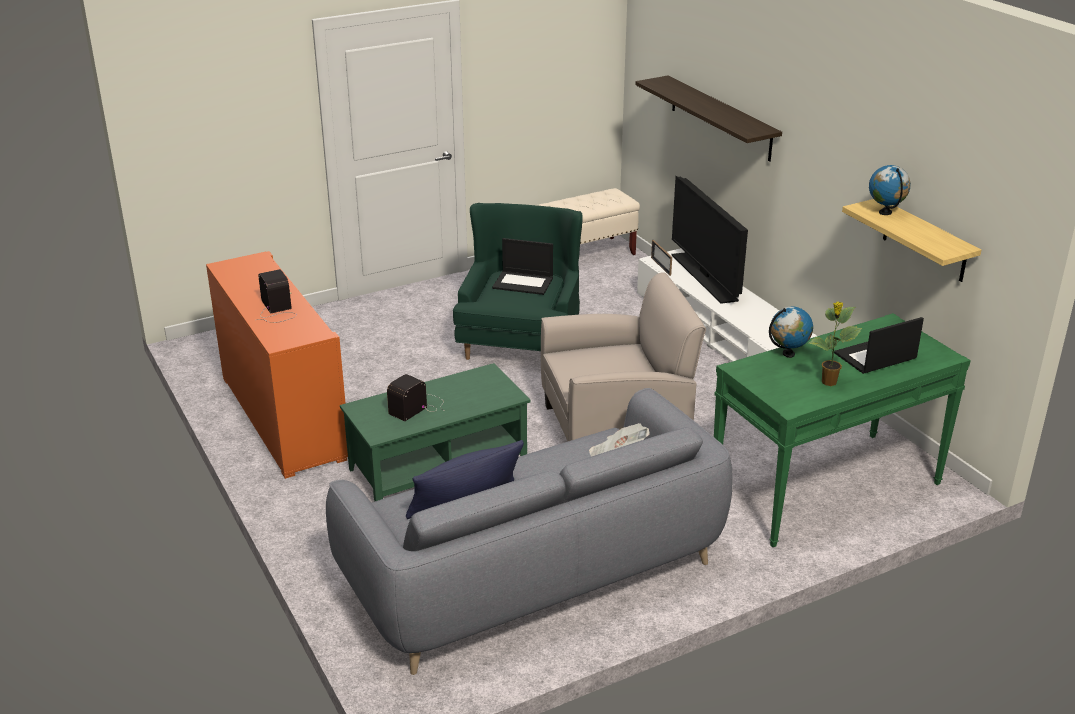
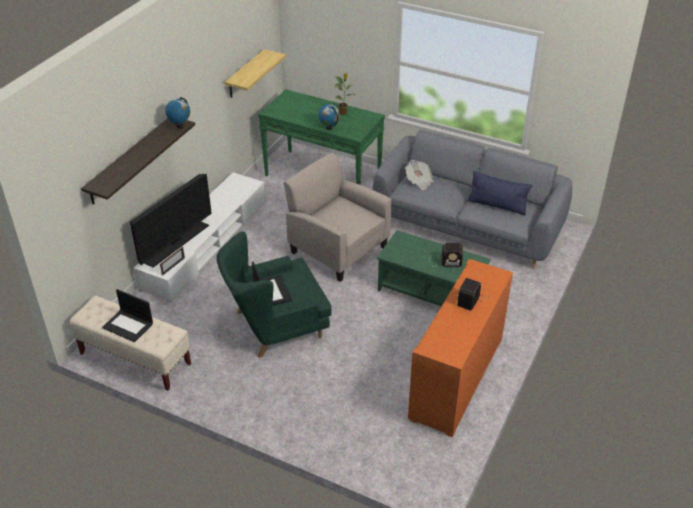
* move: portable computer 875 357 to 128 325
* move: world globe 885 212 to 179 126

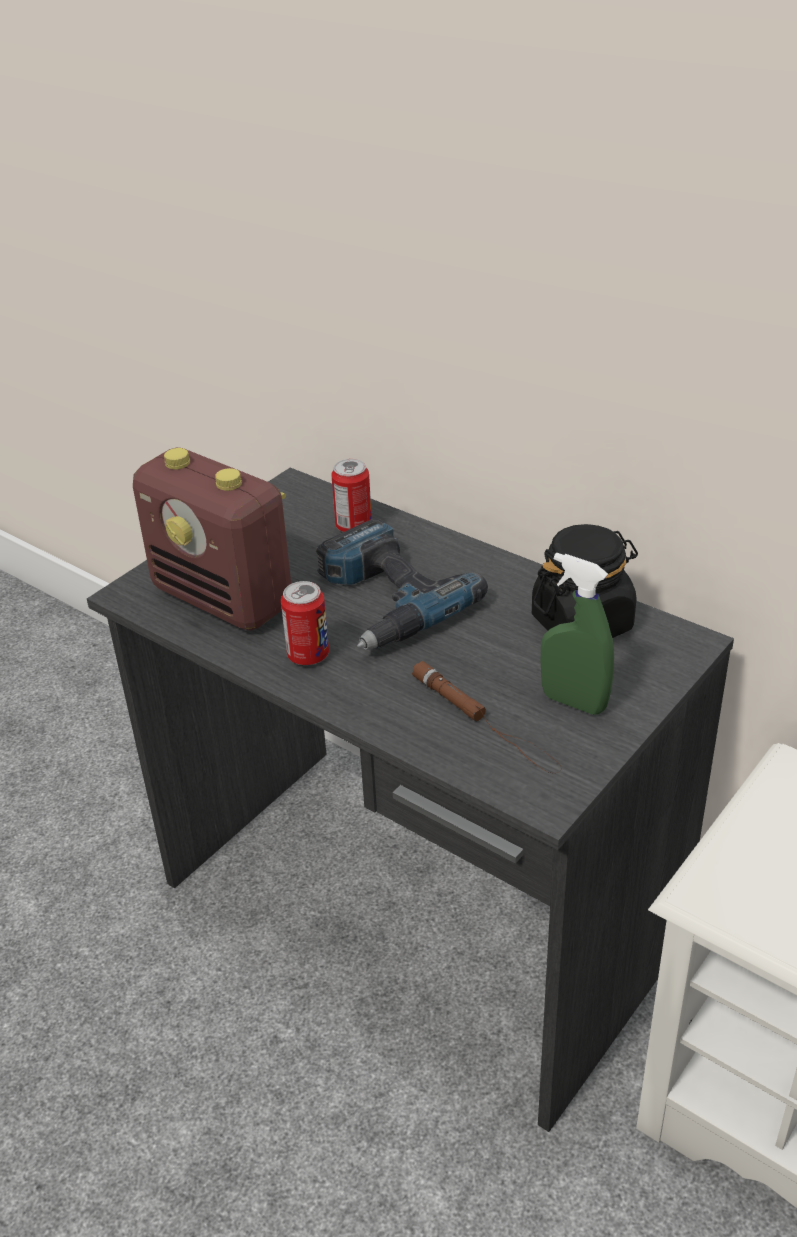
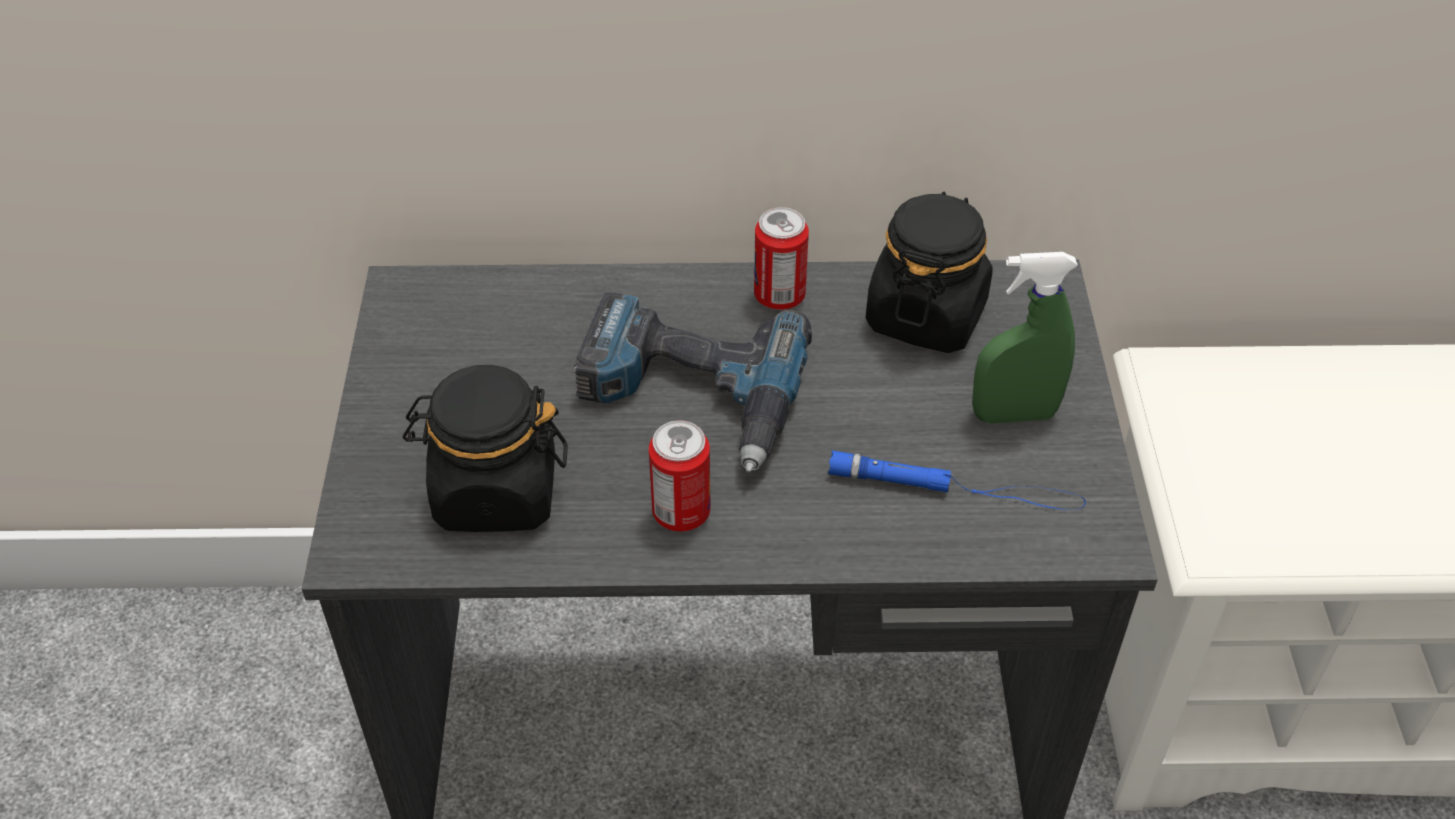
* replace: radio receiver 225 599 to black jar 495 492
* move: sealed can 353 527 to 779 296
* recolor: brownish torch 485 722 to blue-coloured torch 955 487

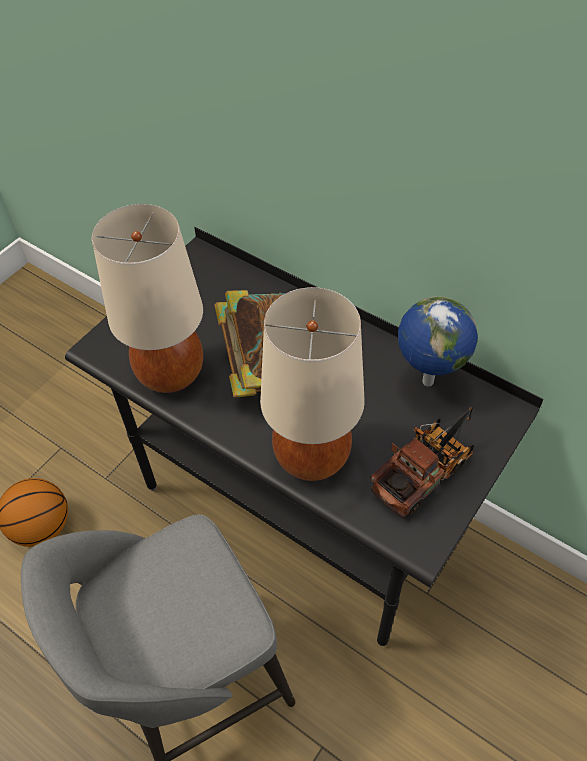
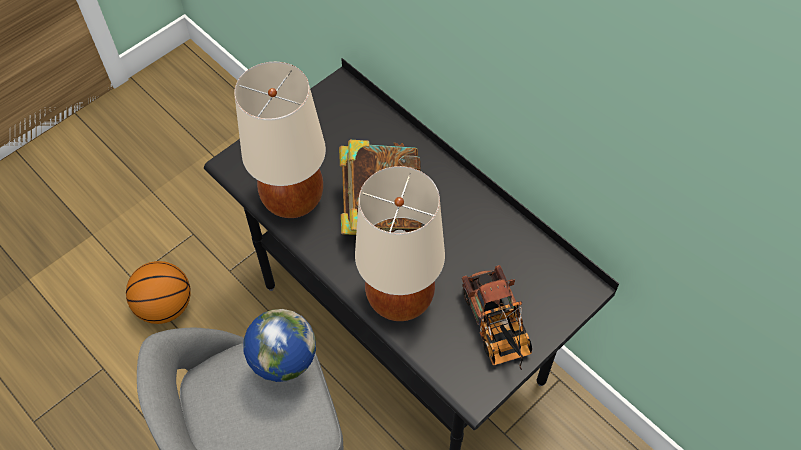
* move: world globe 426 381 to 286 372
* rotate: toy truck 426 470 = 497 329 105 degrees clockwise

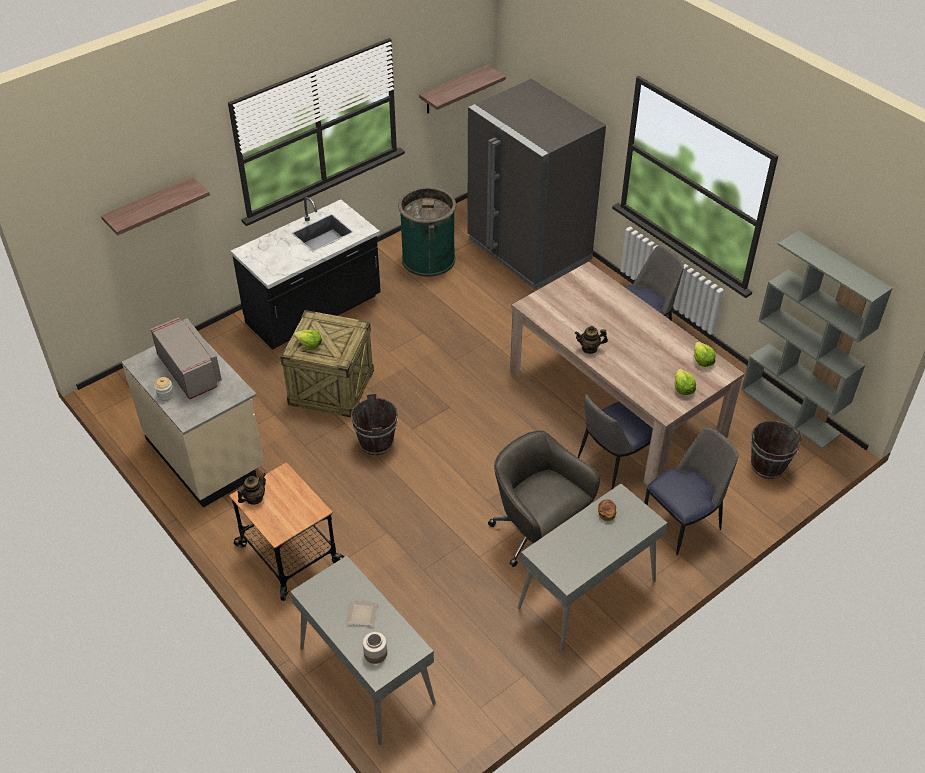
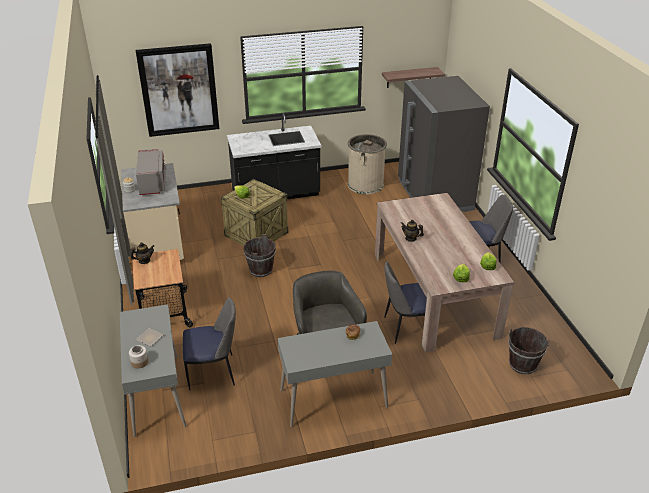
* replace: shelf 150 207 to picture 179 90
* move: plain chair 683 523 to 213 372
* recolor: greenish rubbish bin 428 259 to beige-coloured rubbish bin 365 184
* delete: greyish bookcase 790 412

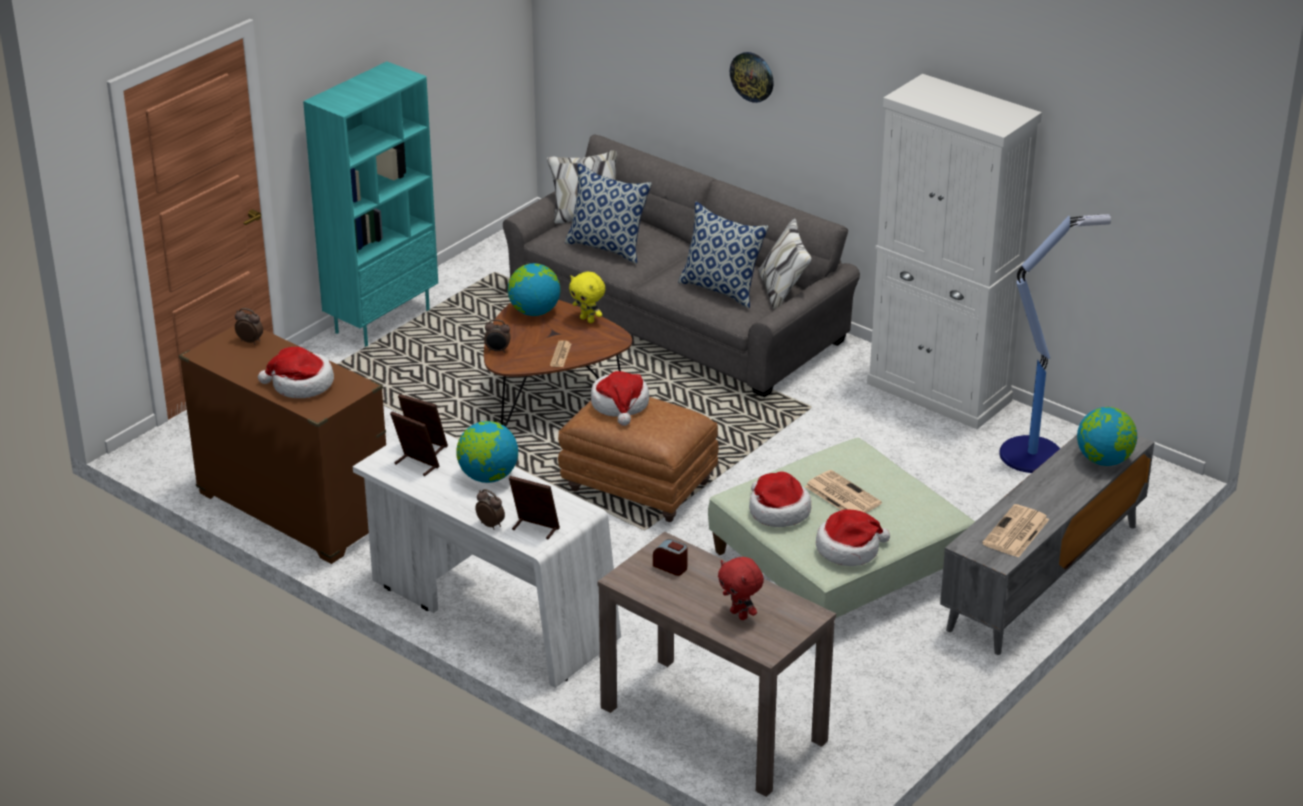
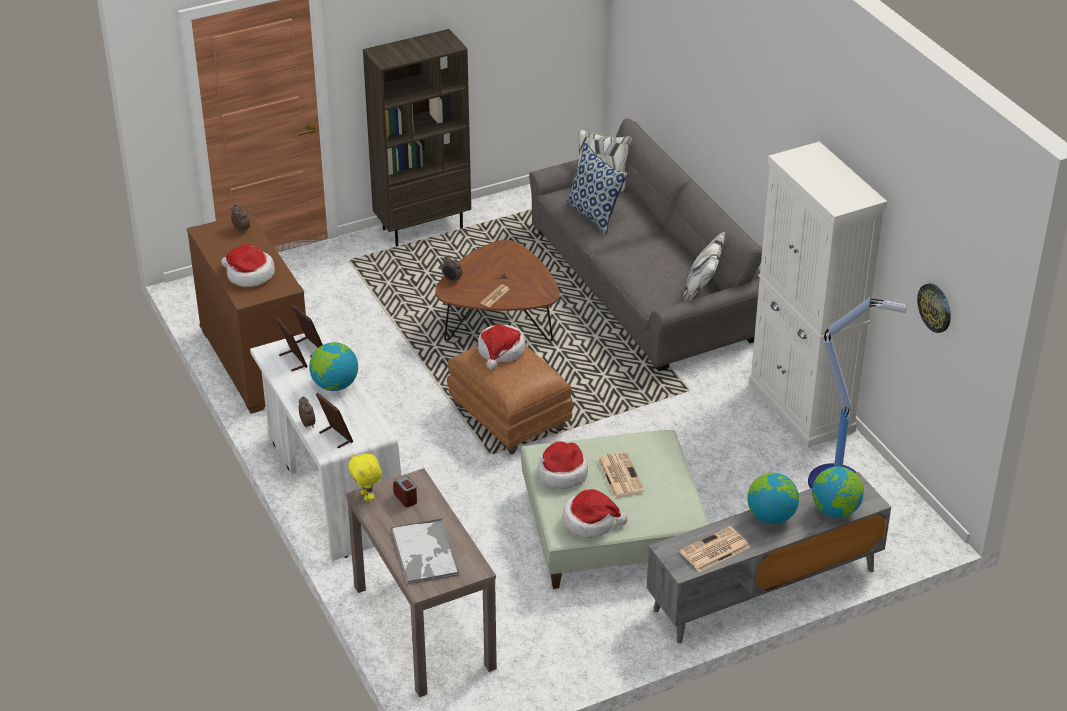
* move: yellow soft toy 588 320 to 367 497
* recolor: blue-green bookcase 382 320 to brownish bookcase 423 228
* replace: red-coloured soft toy 740 615 to carrying tray 425 553
* move: world globe 534 312 to 771 517
* move: clock on the wall 752 76 to 935 307
* delete: cushion 721 290

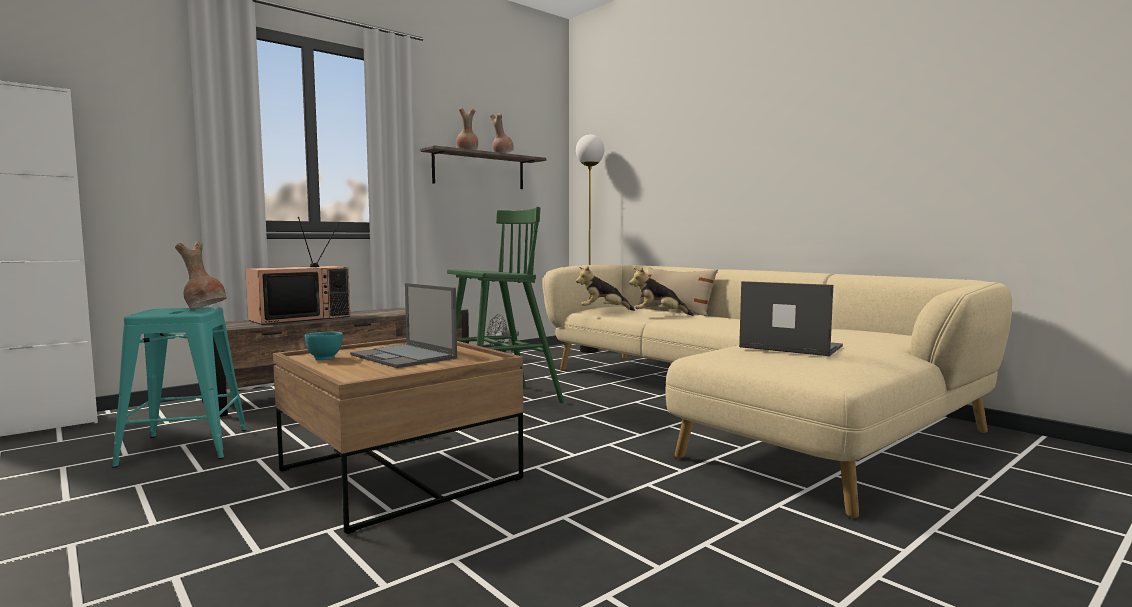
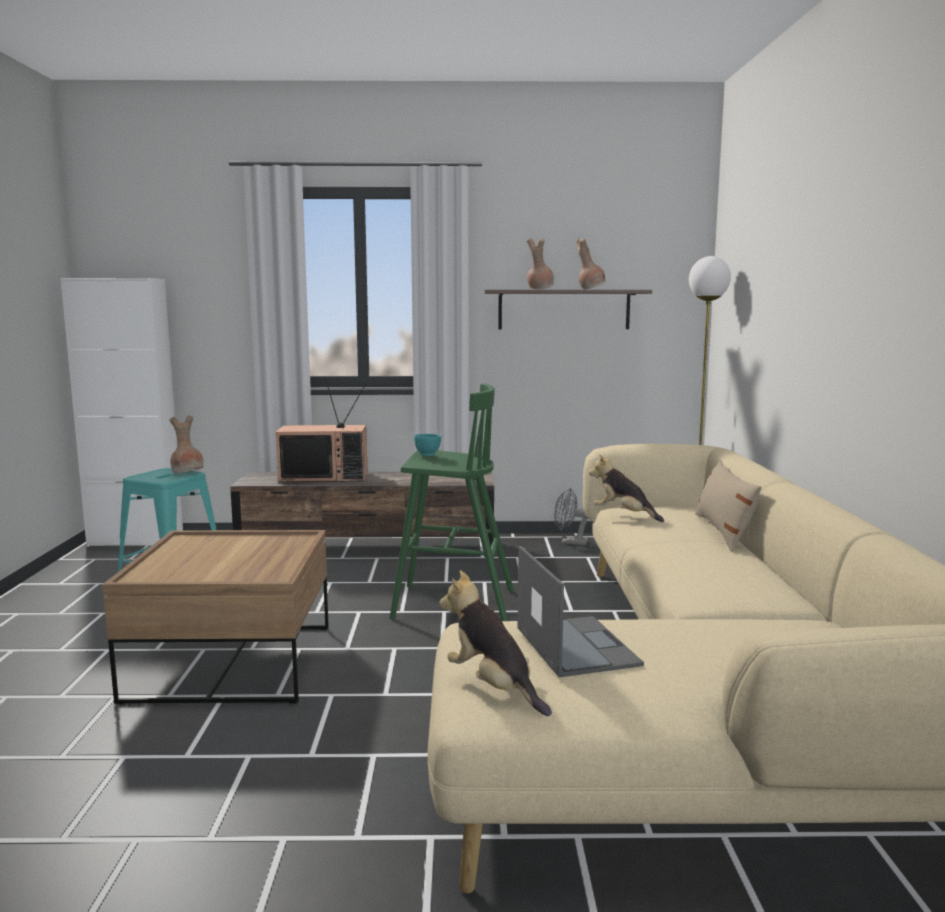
* move: blue-green deep dish 324 358 to 427 455
* move: soft toy 659 315 to 493 687
* delete: portable computer 404 356

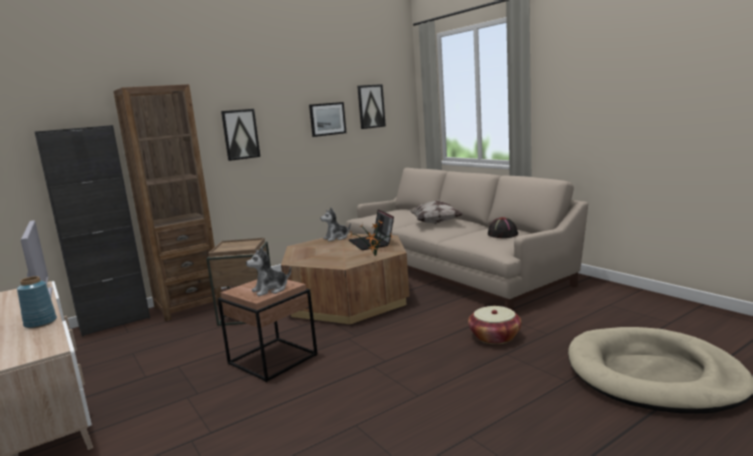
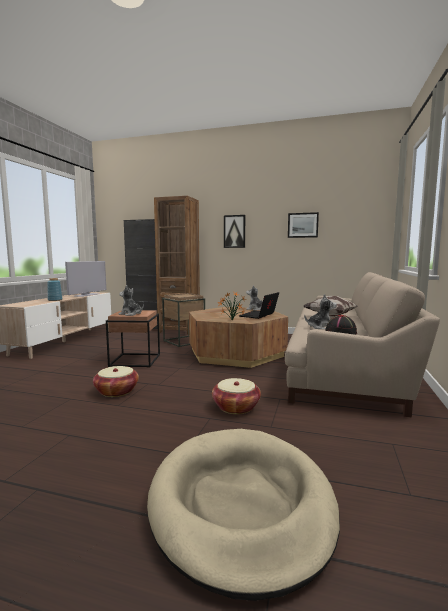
* insert: storage basket 116 391
* insert: soft toy 320 327
* delete: picture 371 106

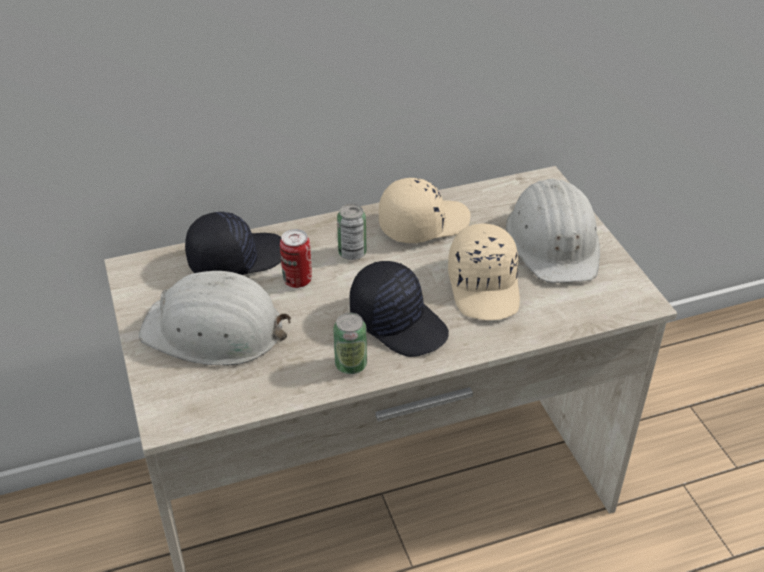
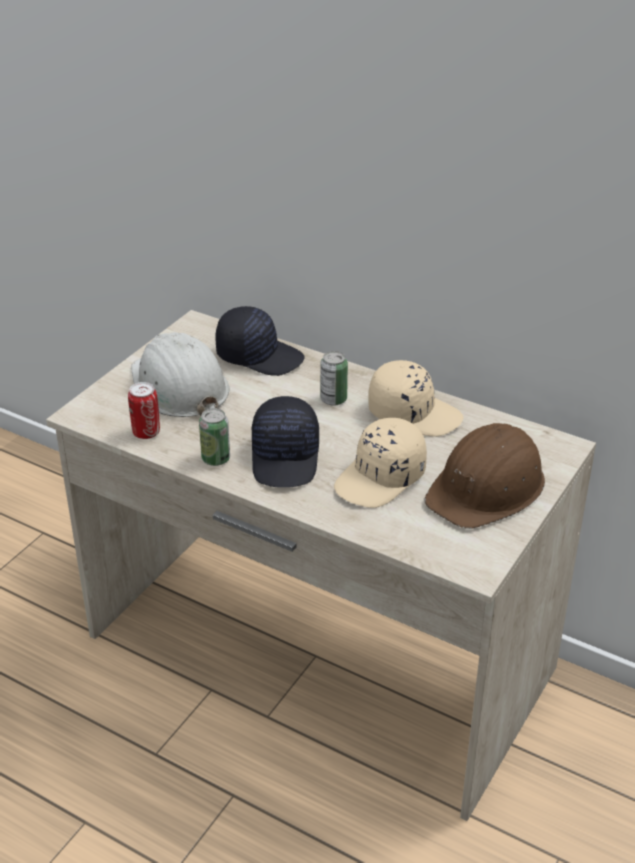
* move: sealed can 297 280 to 146 433
* recolor: white safety helmet 554 242 to brownish safety helmet 487 488

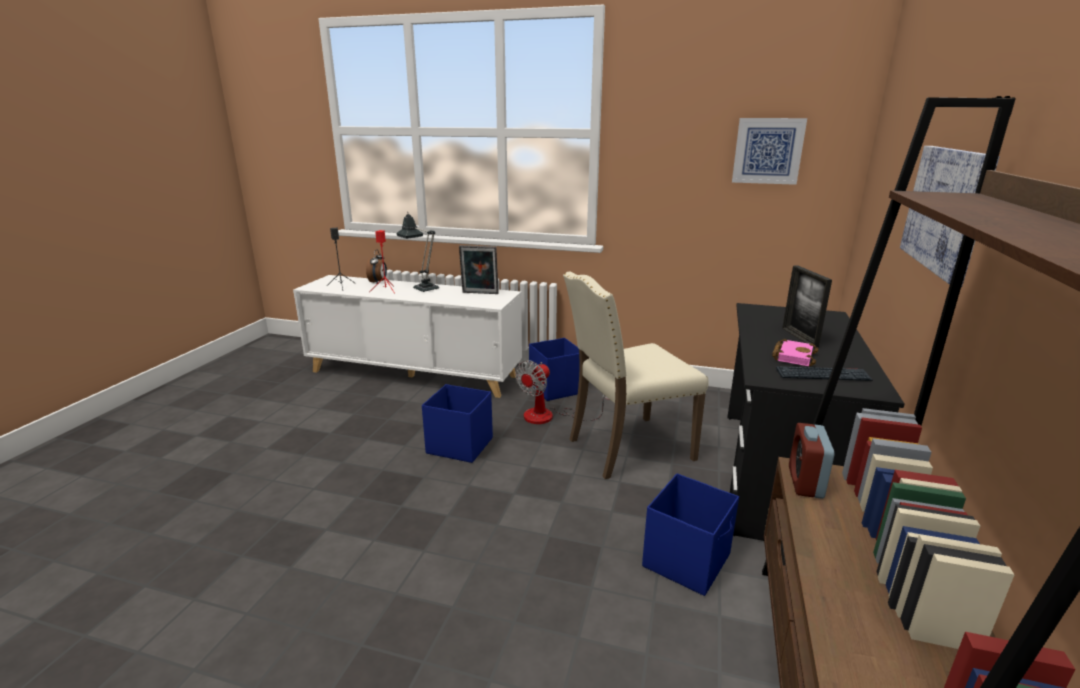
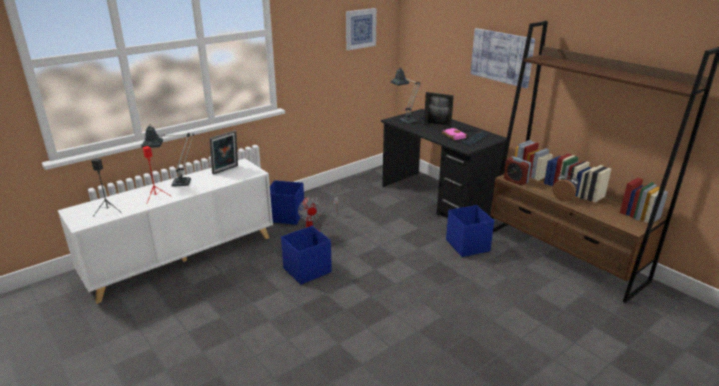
* insert: lamp for a table 406 120
* move: bedside clock 378 282 to 563 199
* delete: beige-coloured plain chair 627 448

